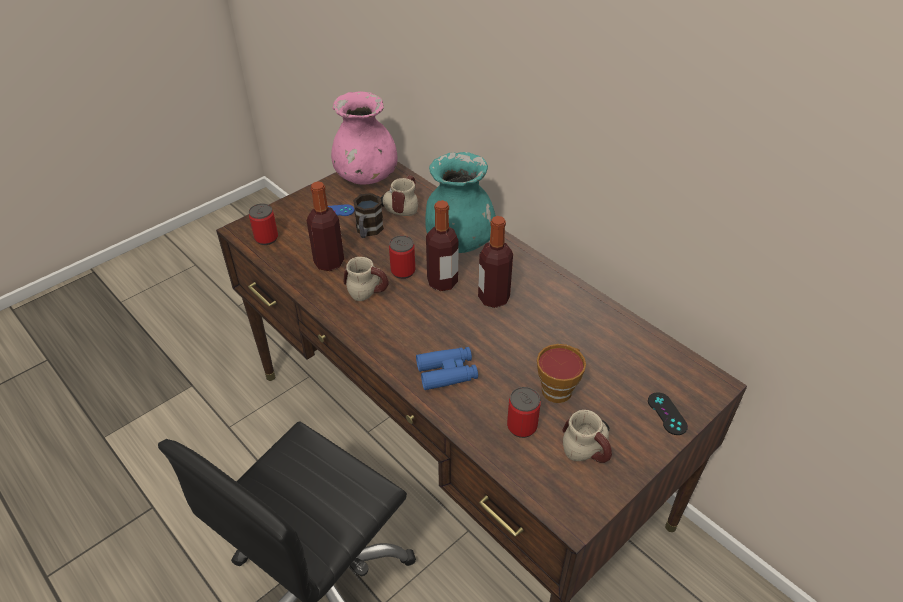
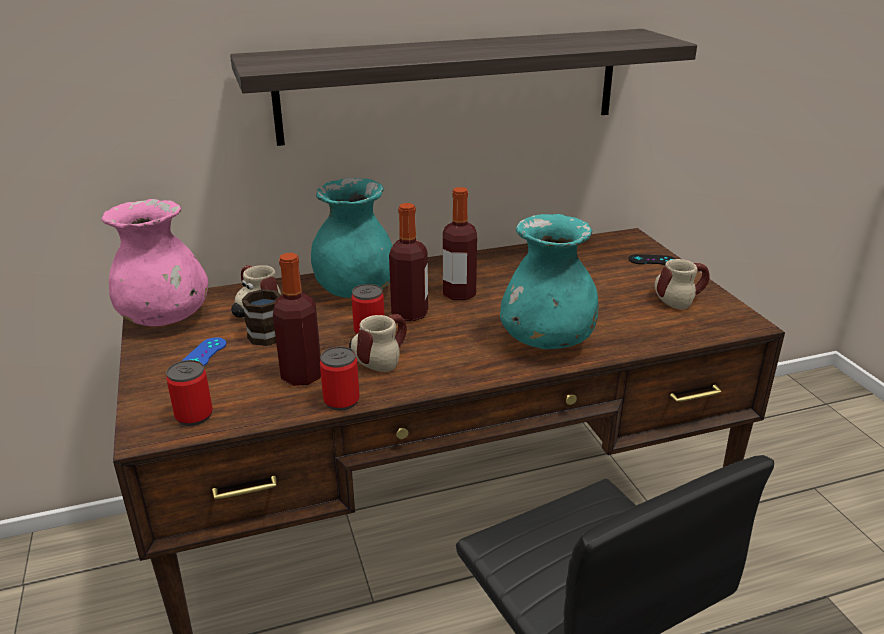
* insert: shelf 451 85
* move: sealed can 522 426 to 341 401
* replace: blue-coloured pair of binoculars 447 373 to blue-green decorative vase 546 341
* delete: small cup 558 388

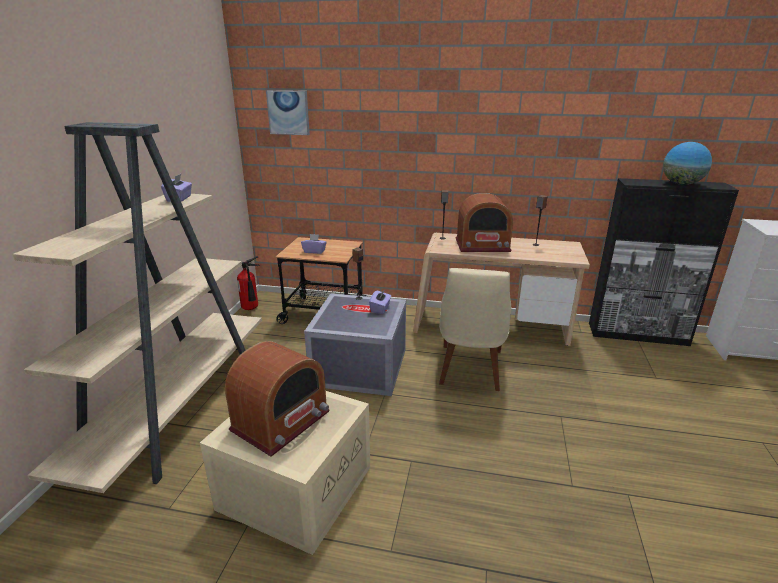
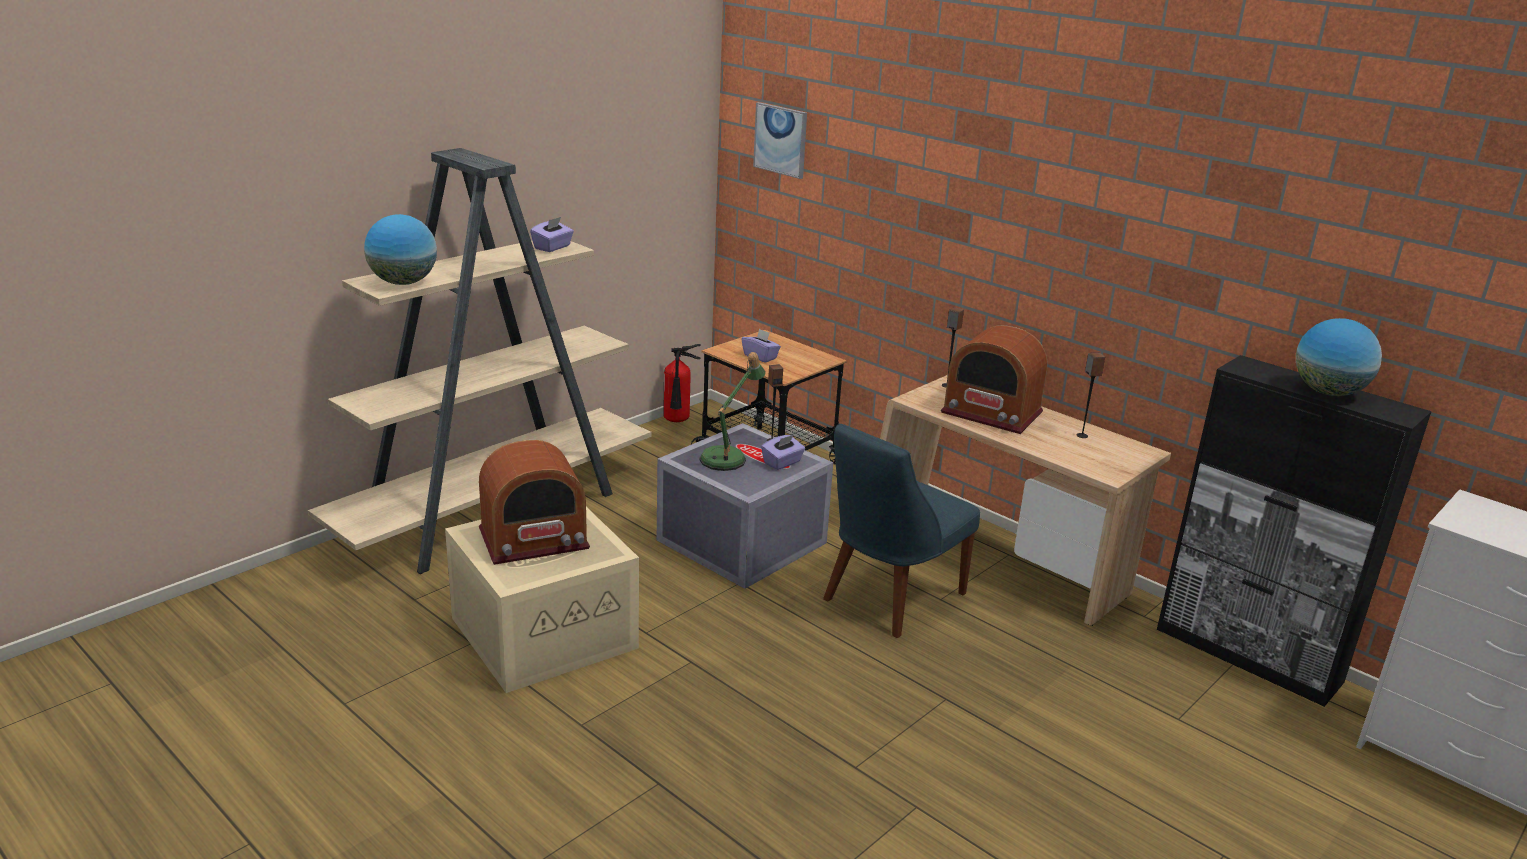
* insert: world globe 403 283
* insert: lamp for a table 728 457
* recolor: beige-coloured plain chair 470 369 to blue-coloured plain chair 889 598

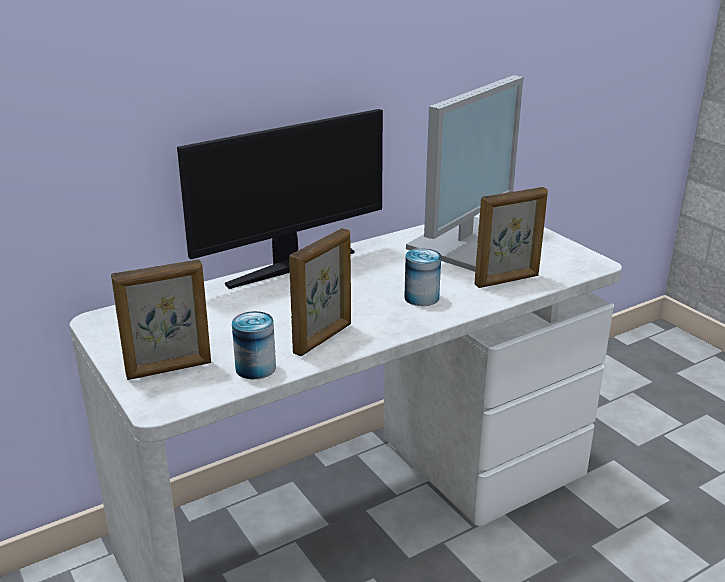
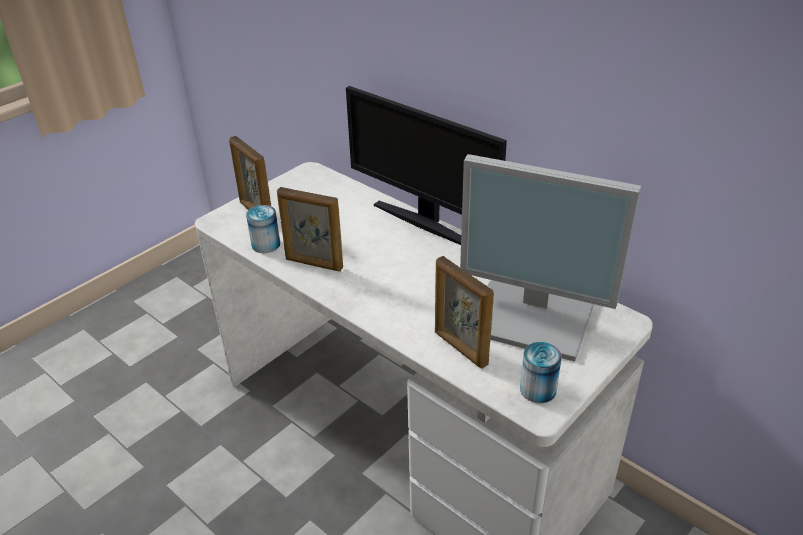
* move: sealed can 421 297 to 538 389

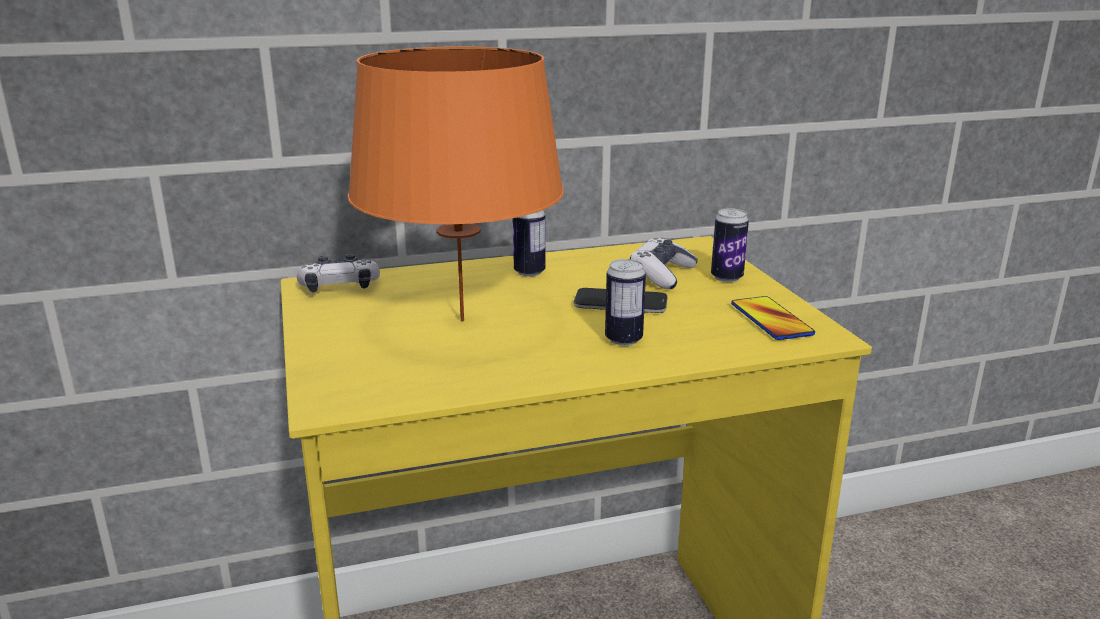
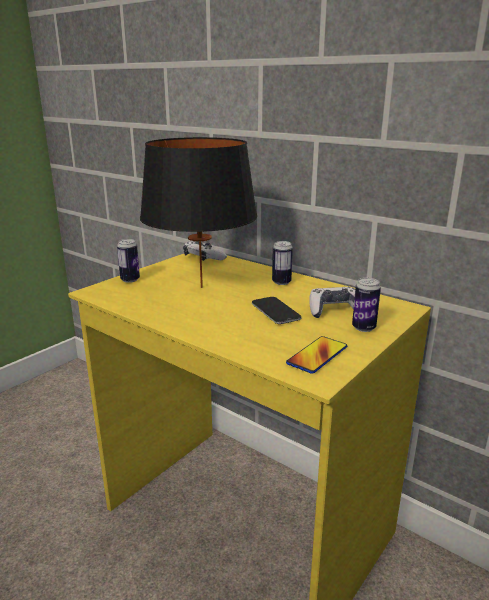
* move: sealed can 623 339 to 130 280
* recolor: orange lamp for a table 461 320 to black lamp for a table 201 287

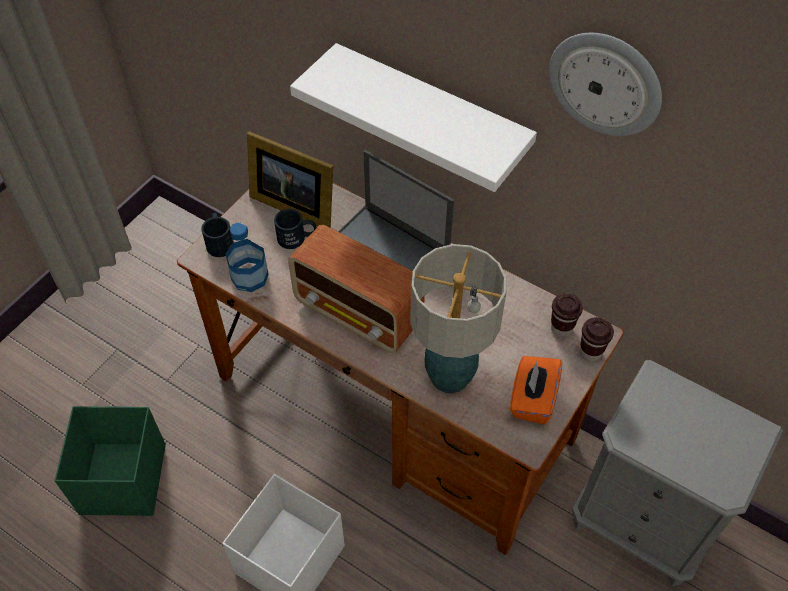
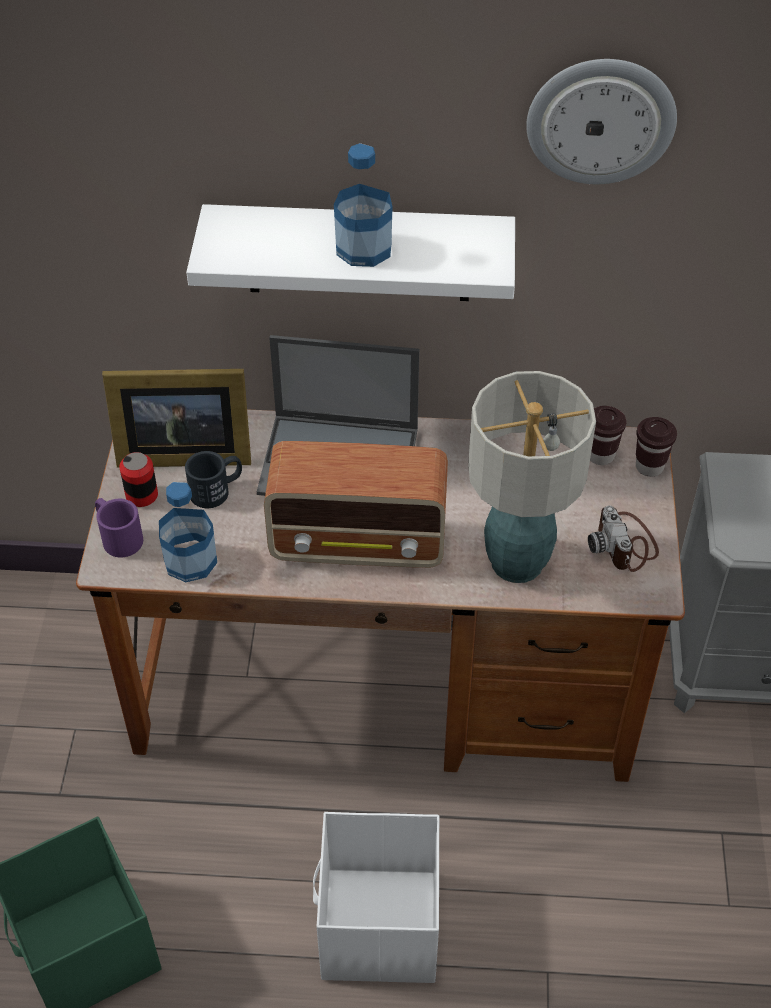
* recolor: black tea mug 219 241 to purplish tea mug 117 536
* insert: sealed can 142 495
* insert: drink bottle 364 248
* replace: orange tissue box 532 399 to still camera 624 544

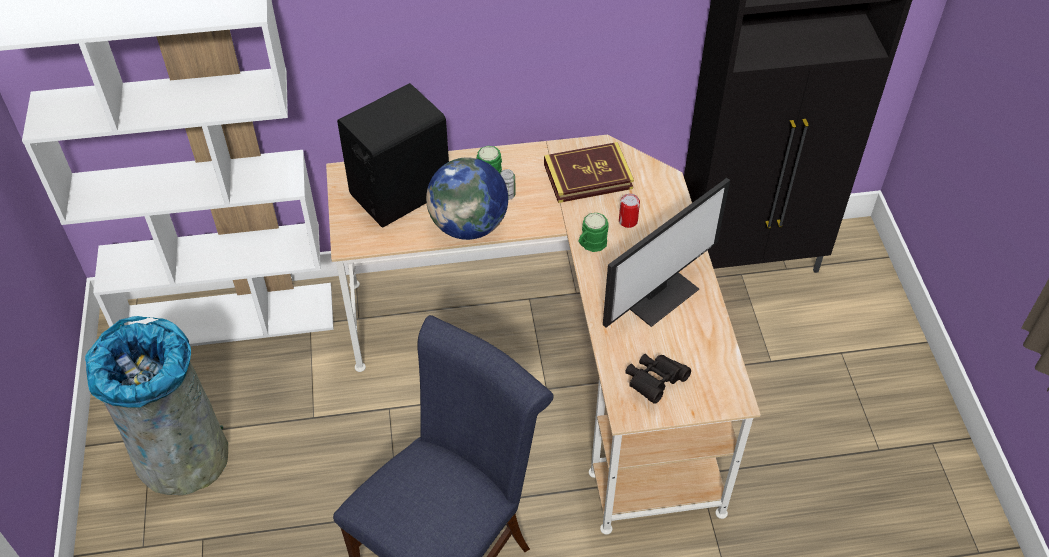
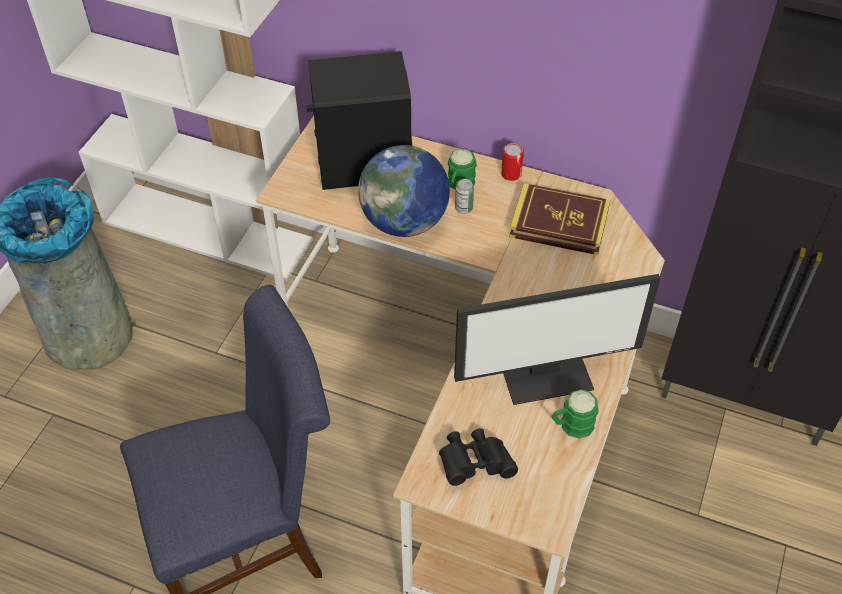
* move: sealed can 628 221 to 511 174
* move: greenish tea mug 590 244 to 571 425

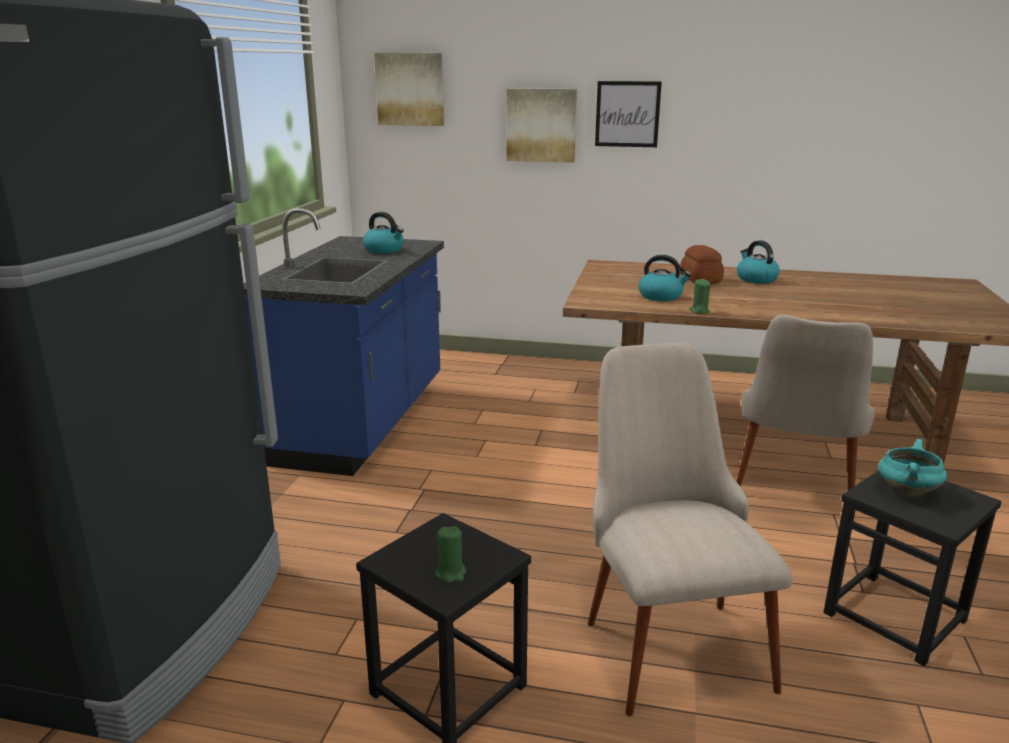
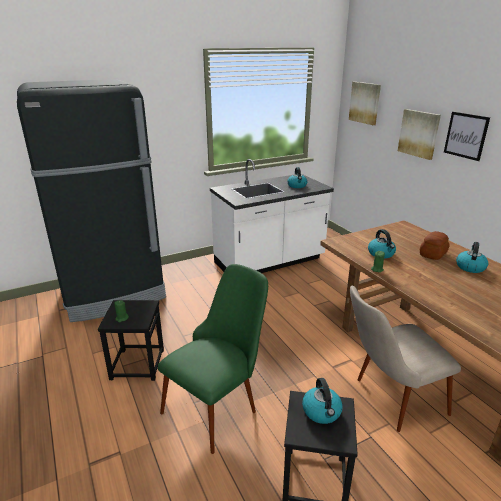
* recolor: beige-coloured plain chair 666 633 to greenish plain chair 219 402
* recolor: blue-coloured counter 362 422 to white counter 269 262
* replace: blue-green cooking pot 907 490 to tea kettle 322 412

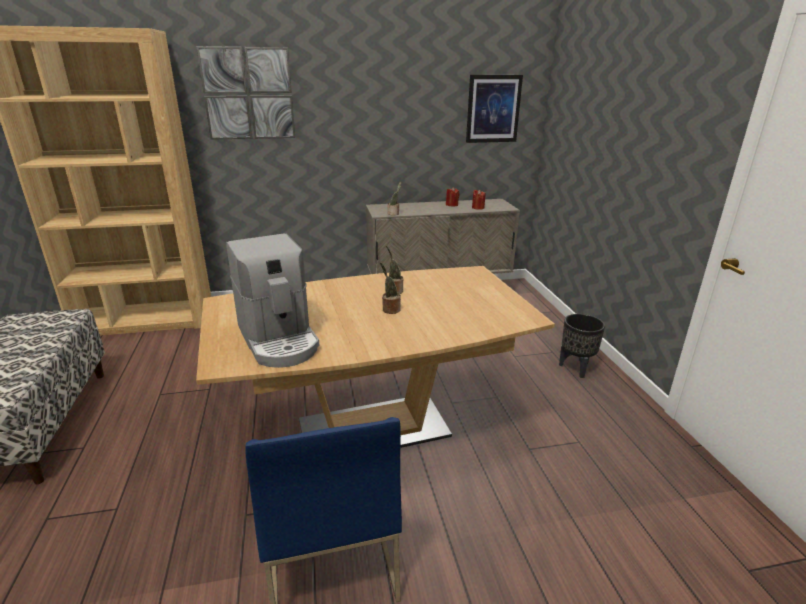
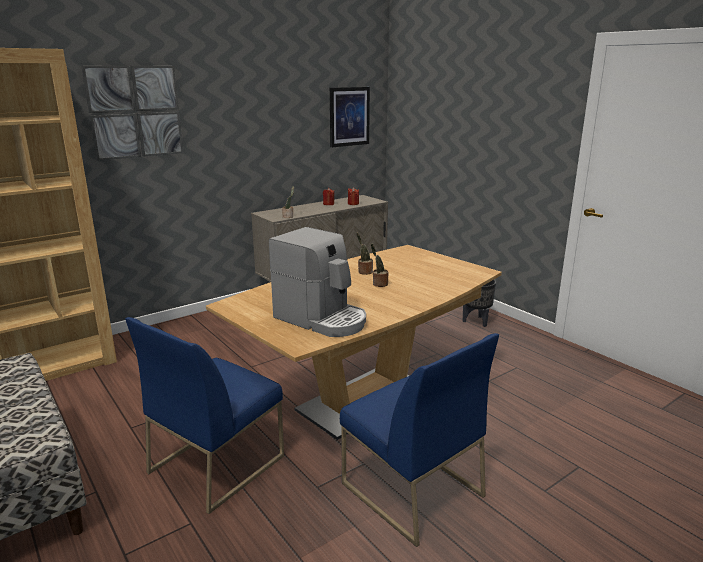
* insert: blue-coloured plain chair 217 463

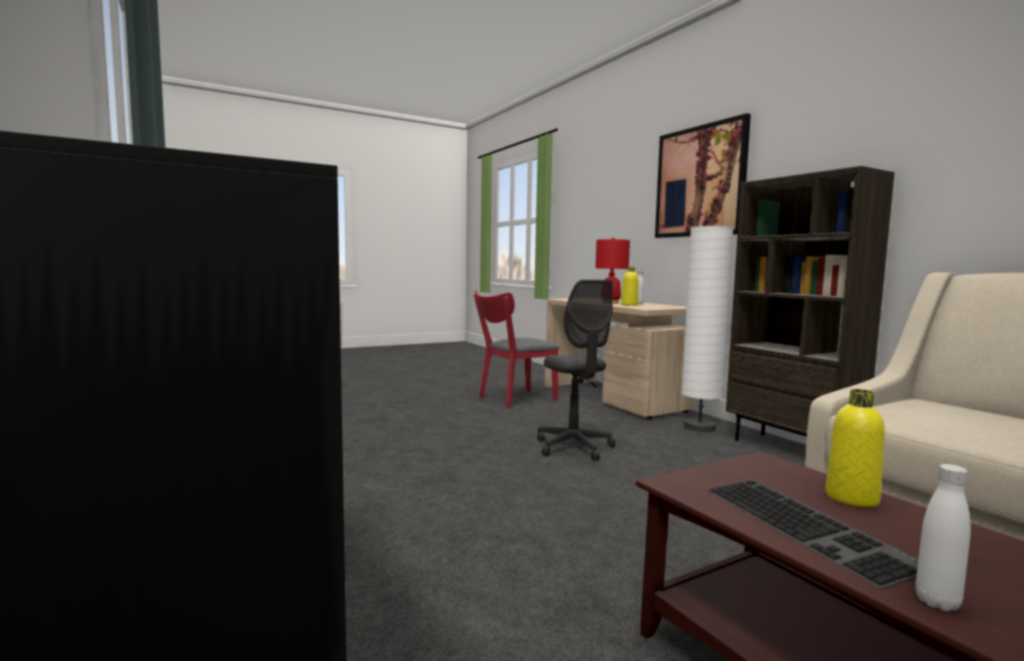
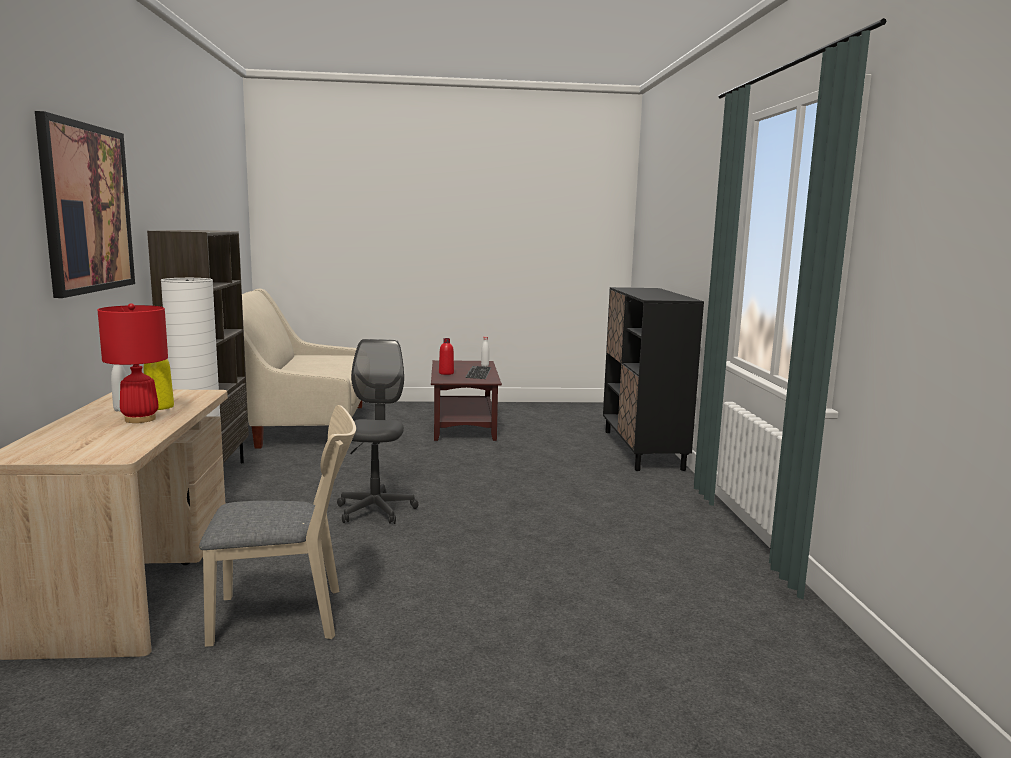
* recolor: red-coloured plain chair 513 399 to beige-coloured plain chair 289 615
* recolor: yellow drink bottle 851 498 to red-coloured drink bottle 446 373

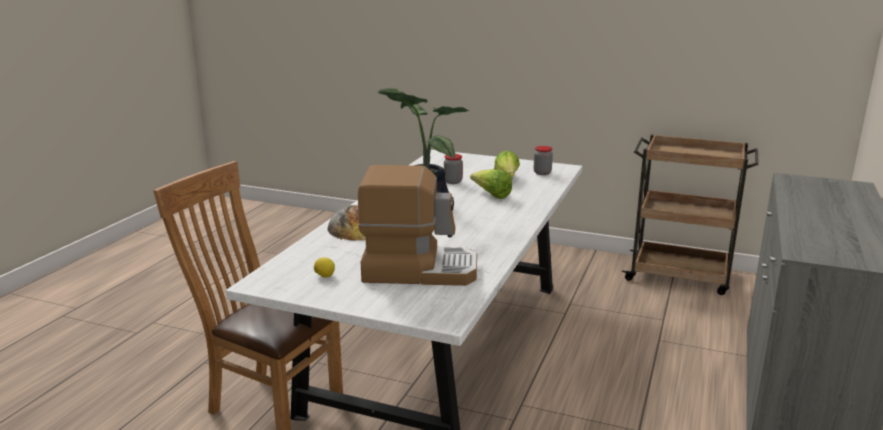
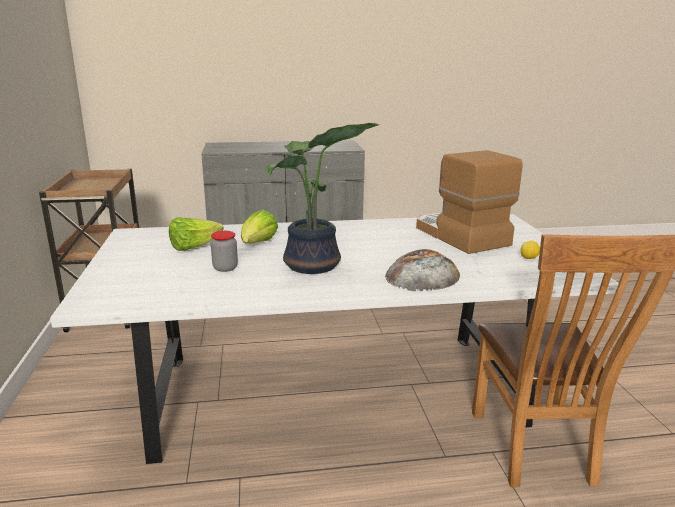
* delete: jar 542 173

